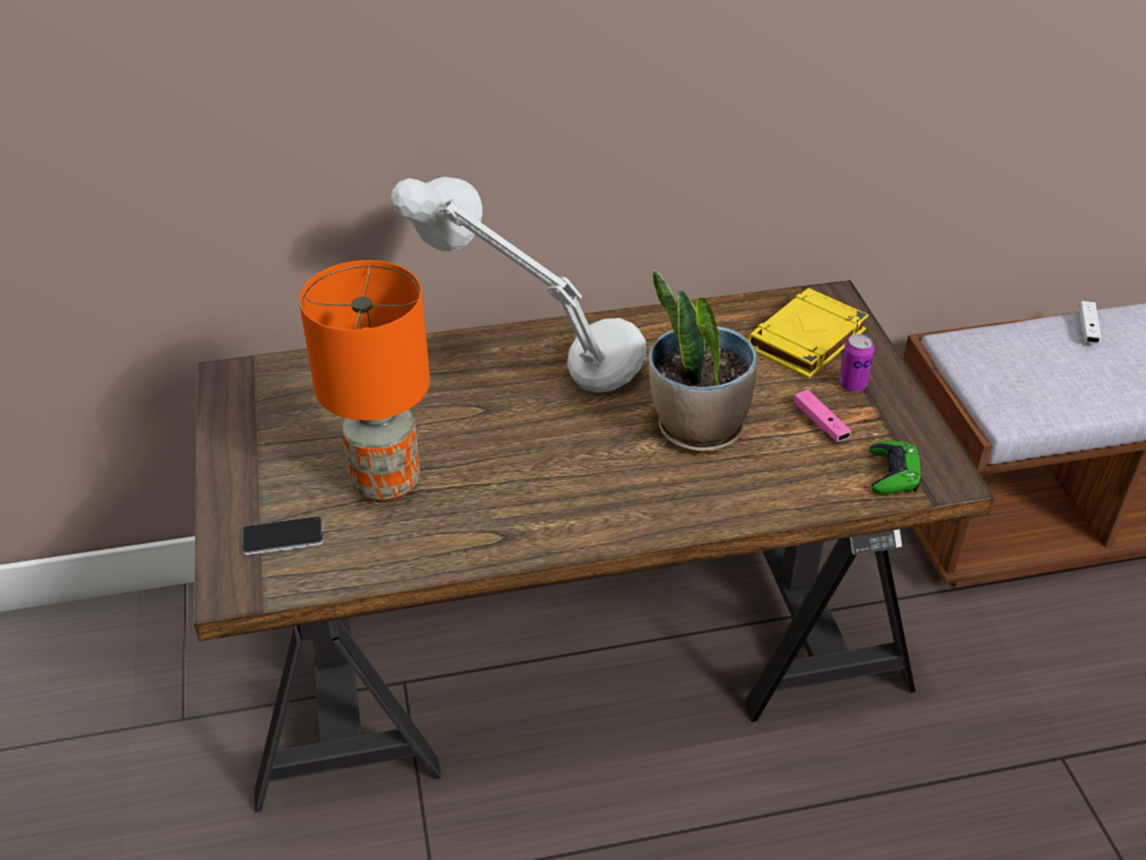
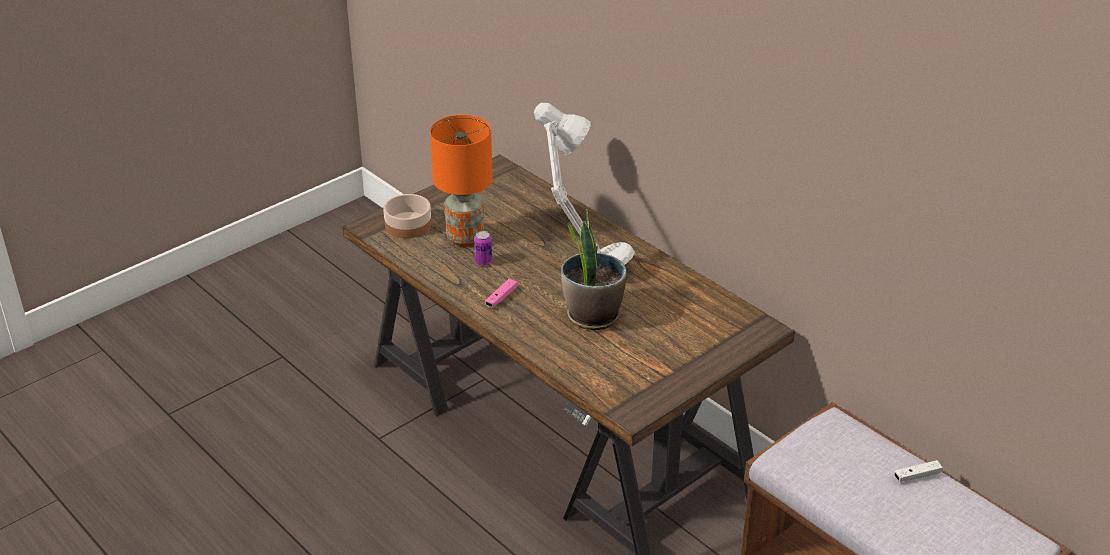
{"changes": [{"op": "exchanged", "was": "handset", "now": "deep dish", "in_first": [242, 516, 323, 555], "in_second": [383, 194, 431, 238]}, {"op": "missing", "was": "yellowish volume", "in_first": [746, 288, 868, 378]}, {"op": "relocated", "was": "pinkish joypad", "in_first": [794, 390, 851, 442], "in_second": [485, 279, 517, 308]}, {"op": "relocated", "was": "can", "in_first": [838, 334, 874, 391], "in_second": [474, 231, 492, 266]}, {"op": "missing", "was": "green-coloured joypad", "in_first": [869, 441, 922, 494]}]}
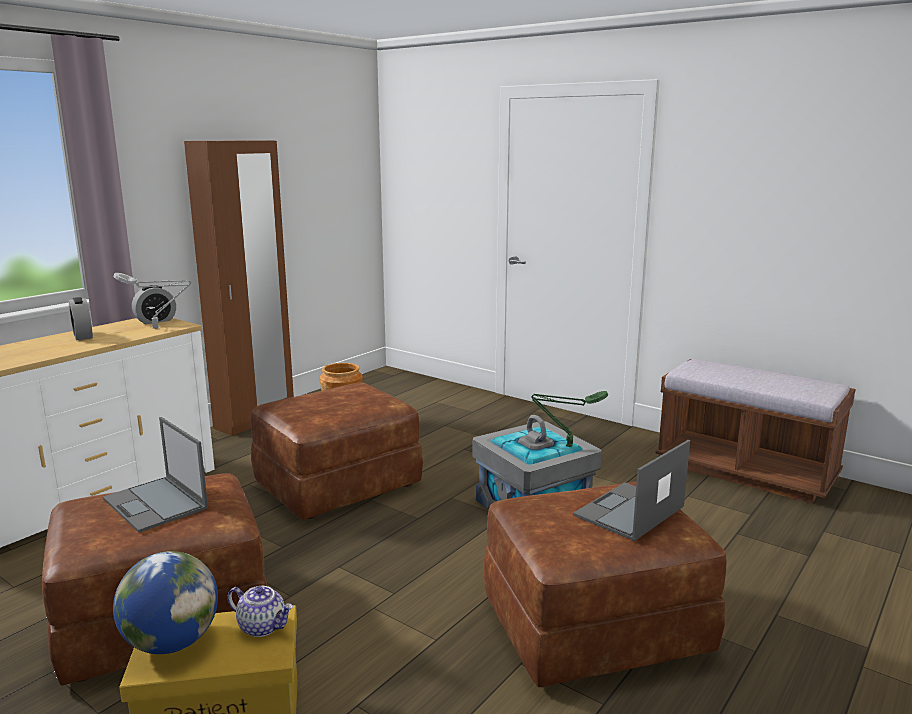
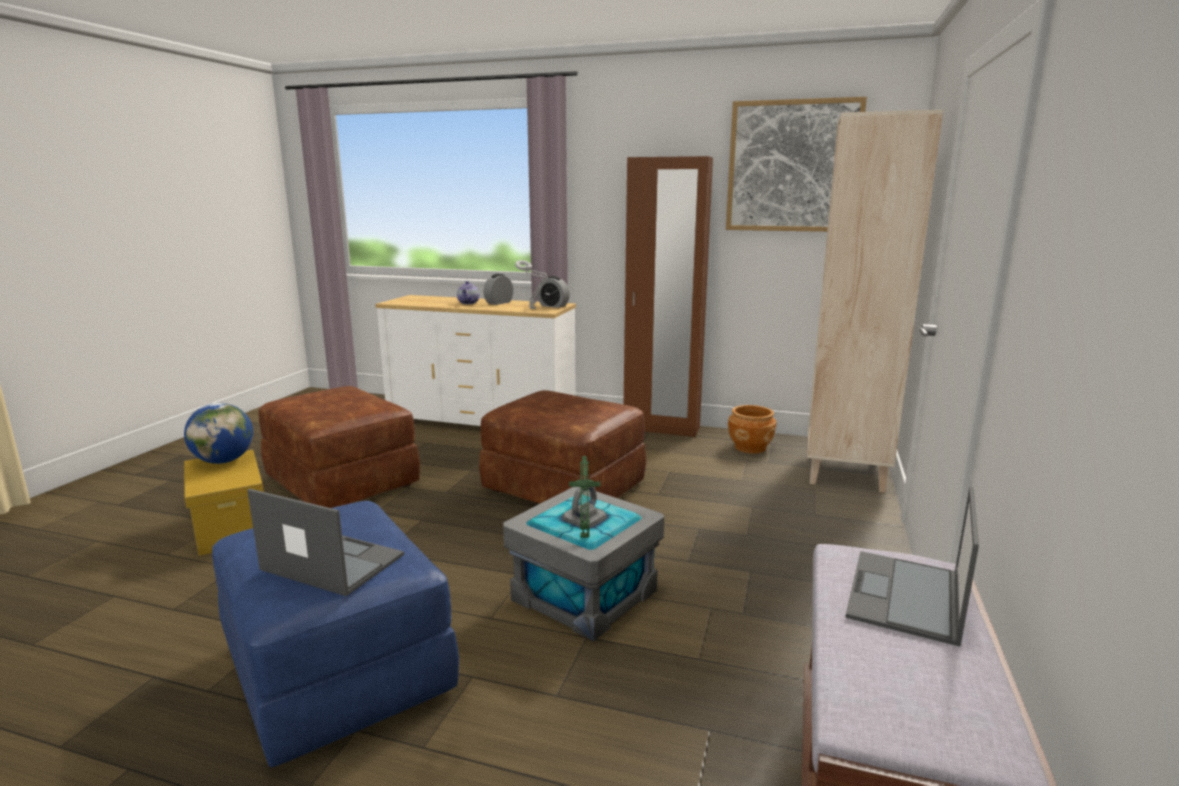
{"changes": [{"op": "relocated", "was": "notebook computer", "in_first": [103, 417, 208, 533], "in_second": [845, 486, 979, 647]}, {"op": "relocated", "was": "tea pot", "in_first": [227, 586, 293, 637], "in_second": [457, 281, 480, 304]}, {"op": "colour", "was": "brown-coloured ottoman", "now": "blue ottoman", "in_first": [483, 482, 726, 687], "in_second": [212, 501, 459, 767]}, {"op": "appeared", "now": "wall picture", "in_second": [726, 97, 867, 232]}, {"op": "appeared", "now": "sand-coloured shelving unit", "in_second": [808, 110, 943, 493]}]}
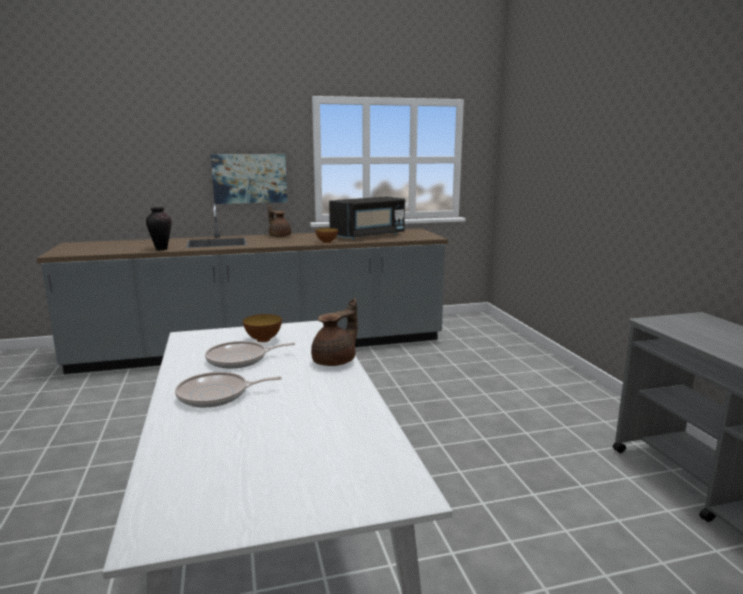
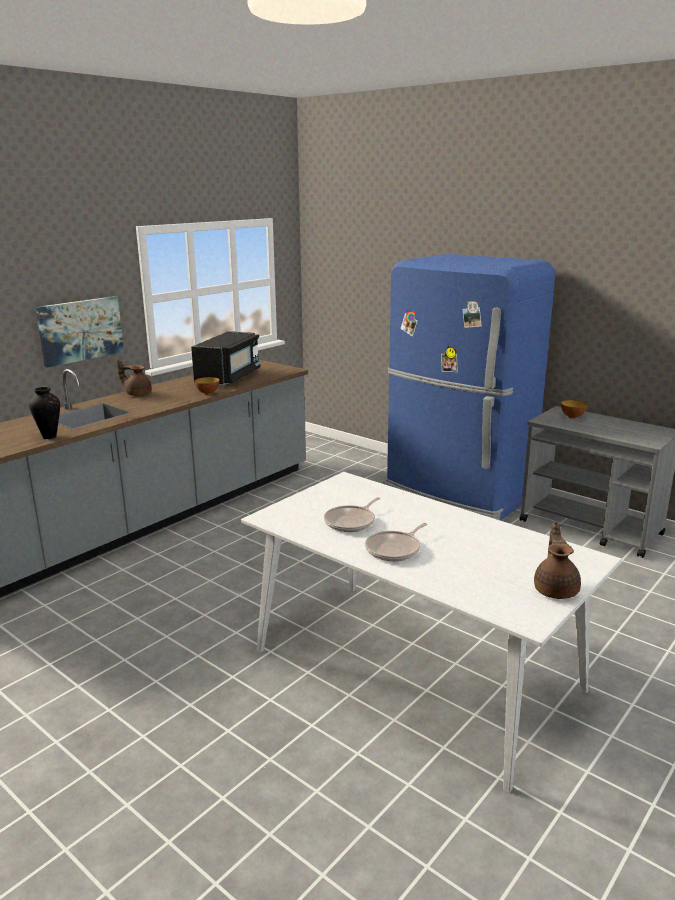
{"changes": [{"op": "relocated", "was": "deep dish", "in_first": [243, 314, 282, 342], "in_second": [561, 400, 588, 419]}, {"op": "relocated", "was": "brown-coloured tea pot", "in_first": [311, 298, 358, 366], "in_second": [534, 521, 581, 599]}, {"op": "appeared", "now": "blue fridge", "in_second": [383, 254, 555, 520]}]}
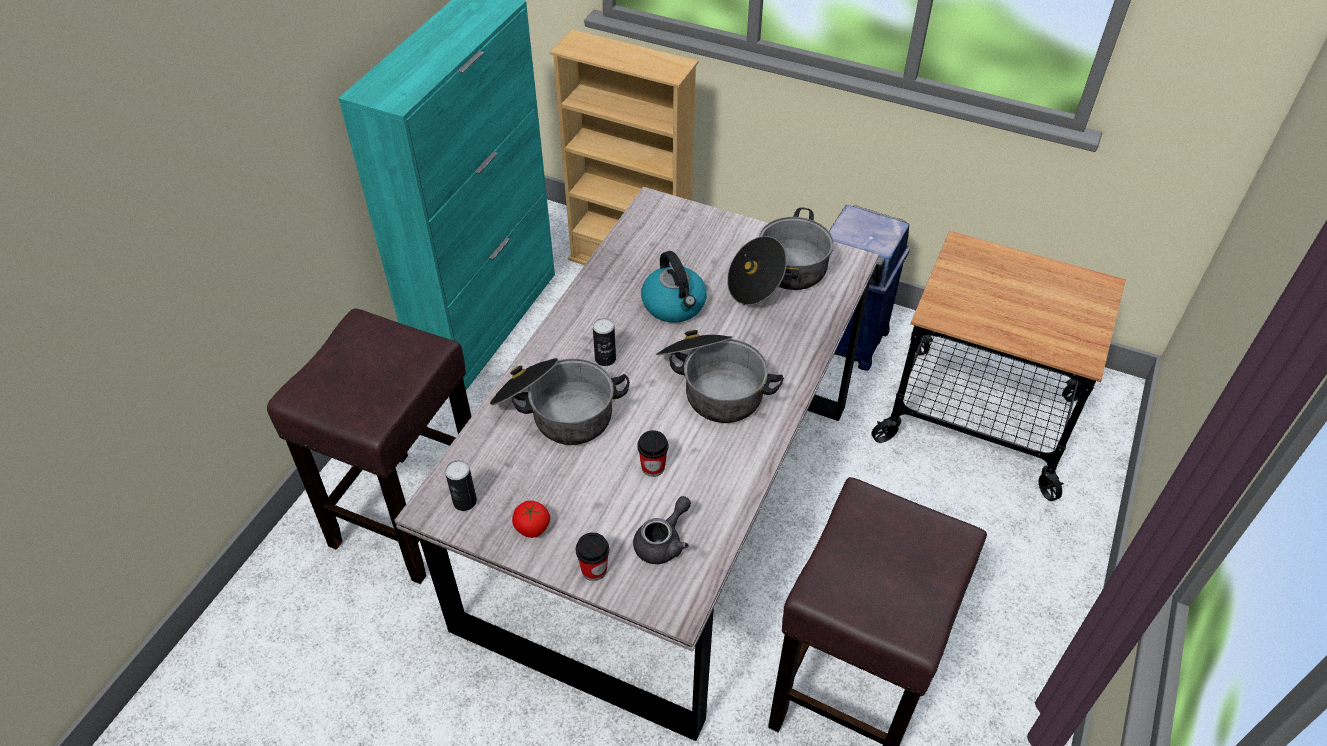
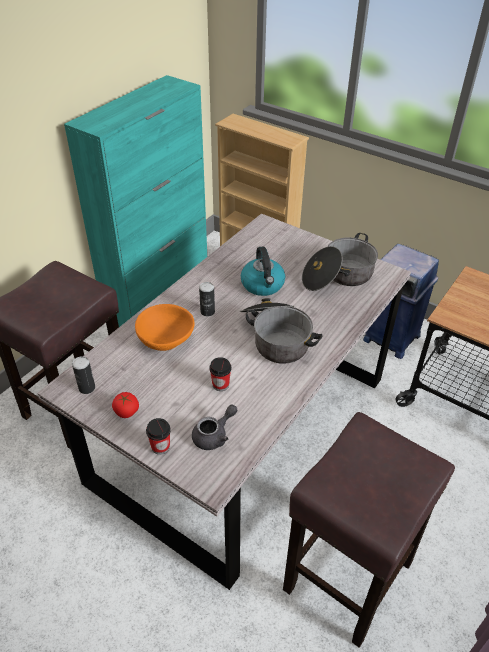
{"changes": [{"op": "exchanged", "was": "saucepot", "now": "orangey deep dish", "in_first": [490, 358, 630, 445], "in_second": [135, 304, 195, 351]}]}
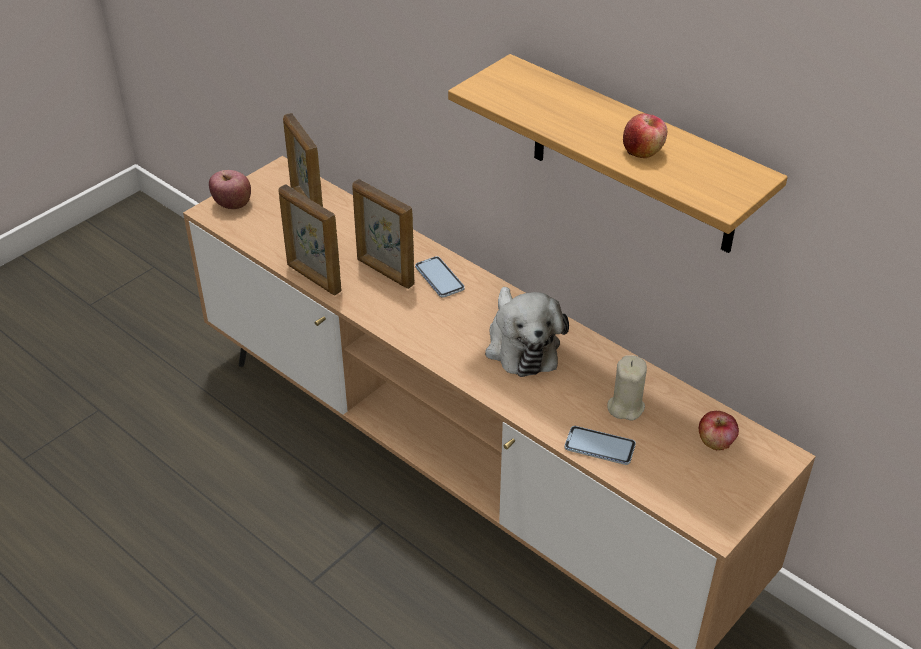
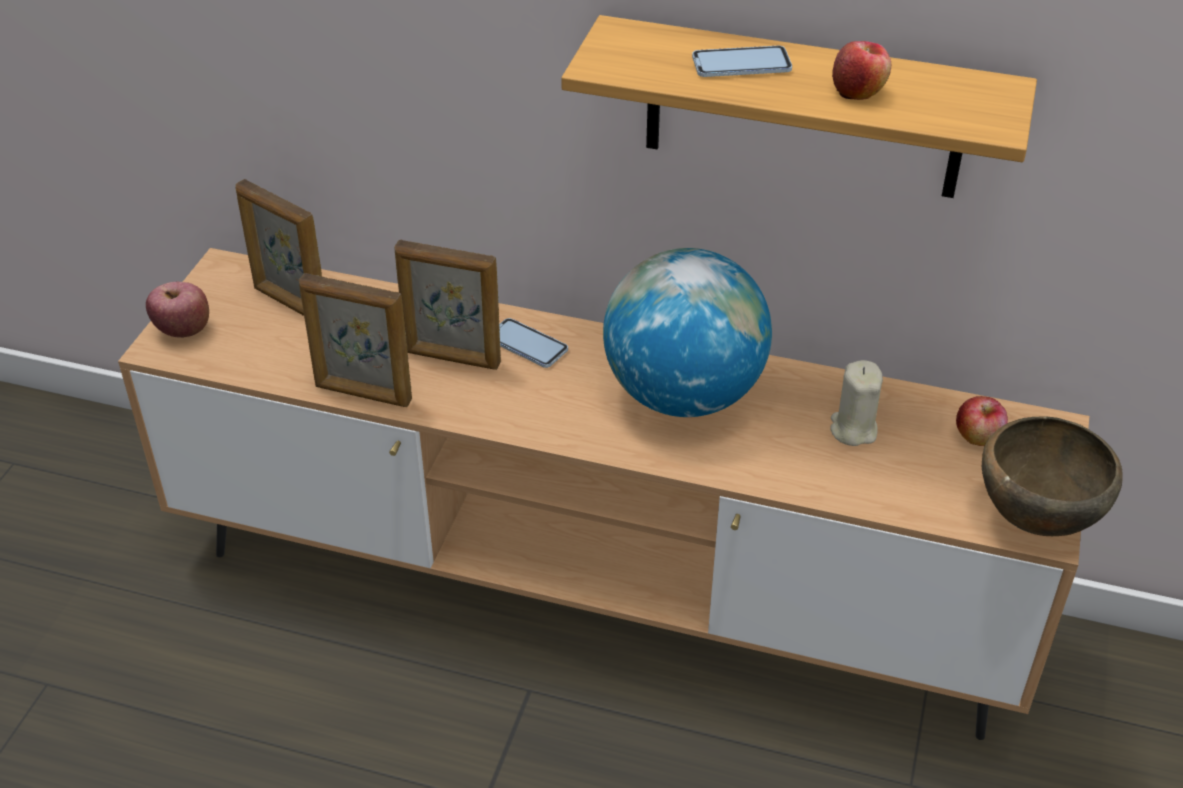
{"changes": [{"op": "exchanged", "was": "soft toy", "now": "world globe", "in_first": [485, 287, 569, 377], "in_second": [603, 248, 772, 417]}, {"op": "relocated", "was": "handset", "in_first": [564, 426, 636, 465], "in_second": [692, 46, 792, 77]}, {"op": "appeared", "now": "brown-coloured deep dish", "in_second": [982, 416, 1123, 536]}]}
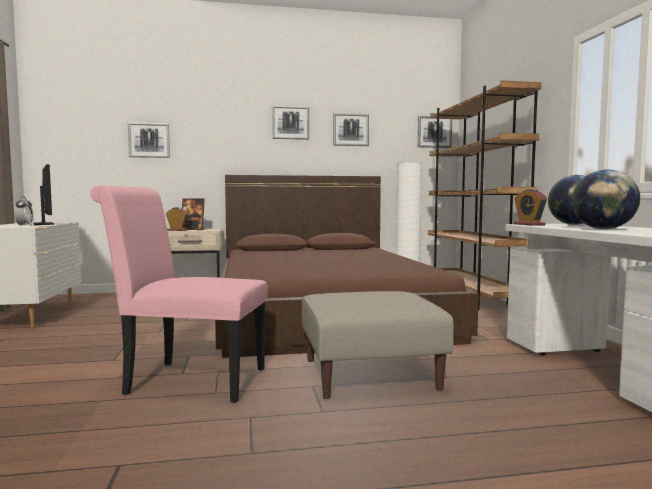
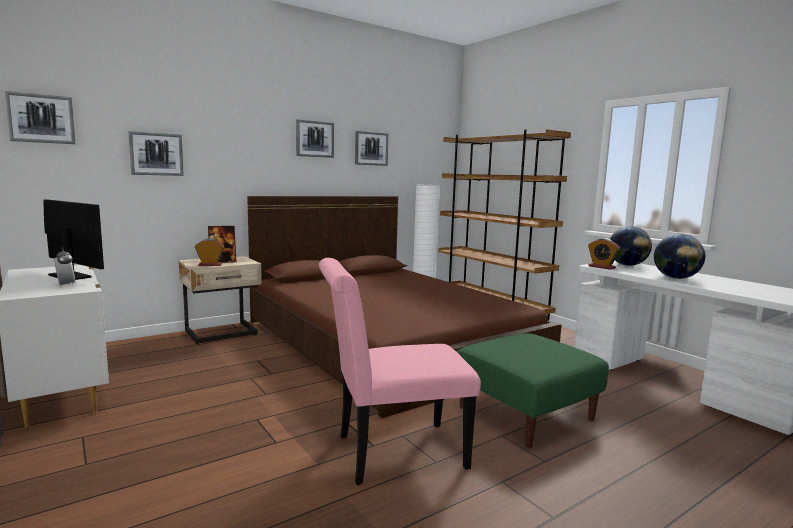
{"changes": [{"op": "colour", "was": "sand-coloured ottoman", "now": "green-coloured ottoman", "in_first": [302, 291, 454, 399], "in_second": [457, 333, 609, 448]}, {"op": "relocated", "was": "wall picture", "in_first": [418, 116, 452, 148], "in_second": [5, 91, 75, 144]}]}
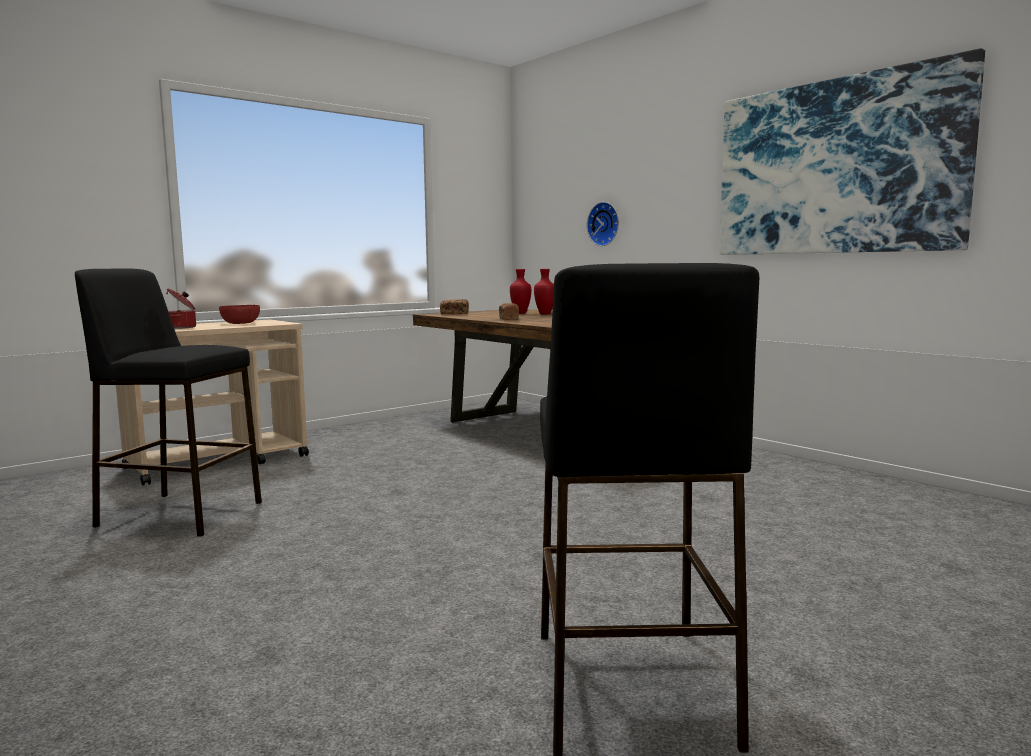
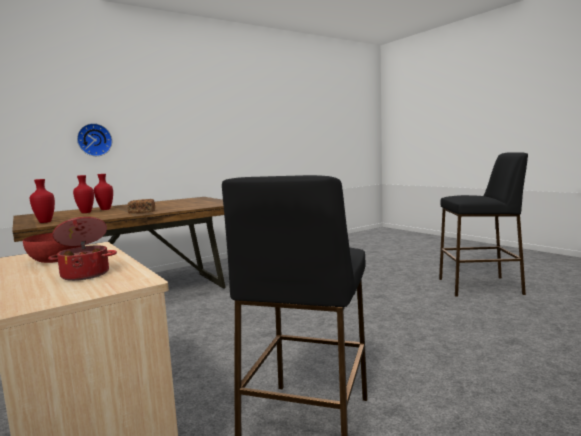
{"changes": [{"op": "exchanged", "was": "bread", "now": "reddish flower vase", "in_first": [440, 299, 469, 314], "in_second": [30, 179, 55, 223]}, {"op": "missing", "was": "wall picture", "in_first": [720, 48, 985, 255]}]}
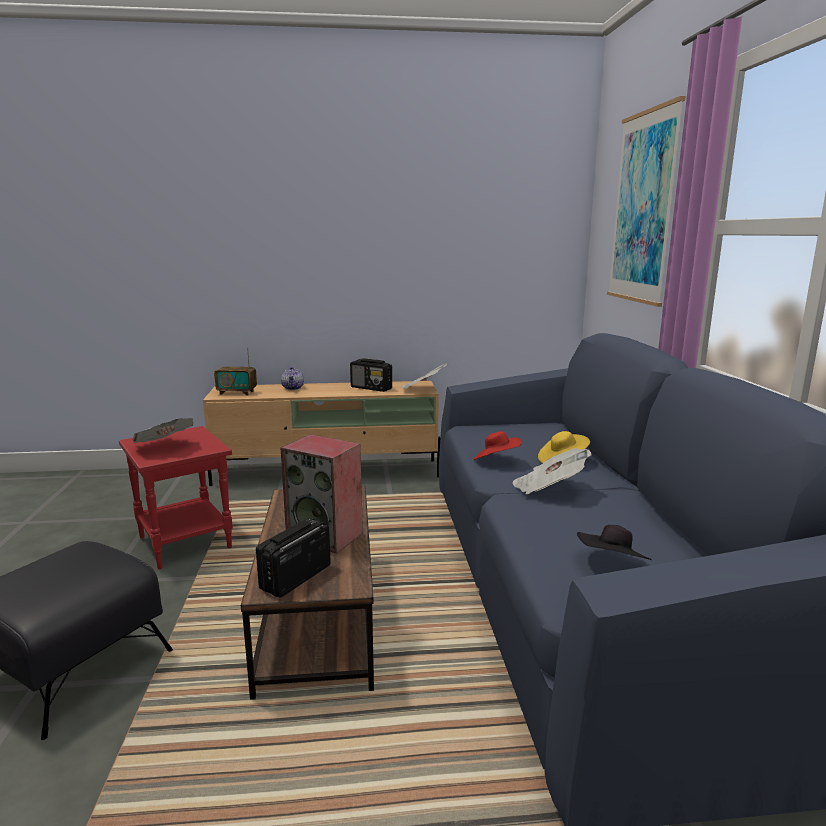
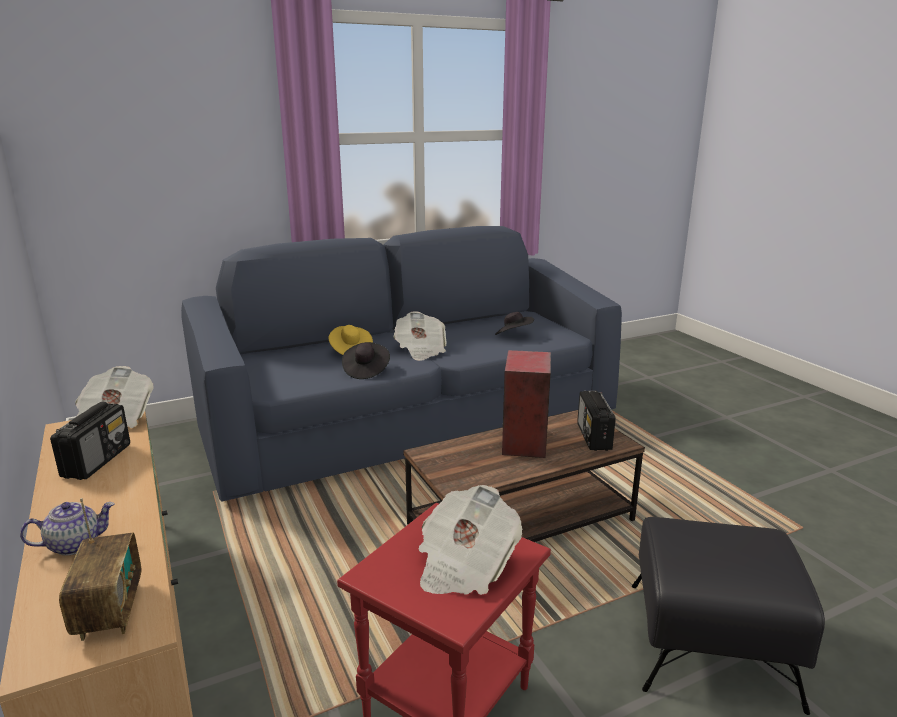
{"changes": [{"op": "spun", "was": "radio set", "in_first": [256, 518, 331, 598], "in_second": [577, 391, 616, 451], "clockwise": 75}, {"op": "colour", "was": "reddish clothing hat", "now": "black-coloured clothing hat", "in_first": [474, 432, 522, 460], "in_second": [342, 342, 390, 379]}, {"op": "missing", "was": "wall picture", "in_first": [607, 96, 686, 307]}]}
